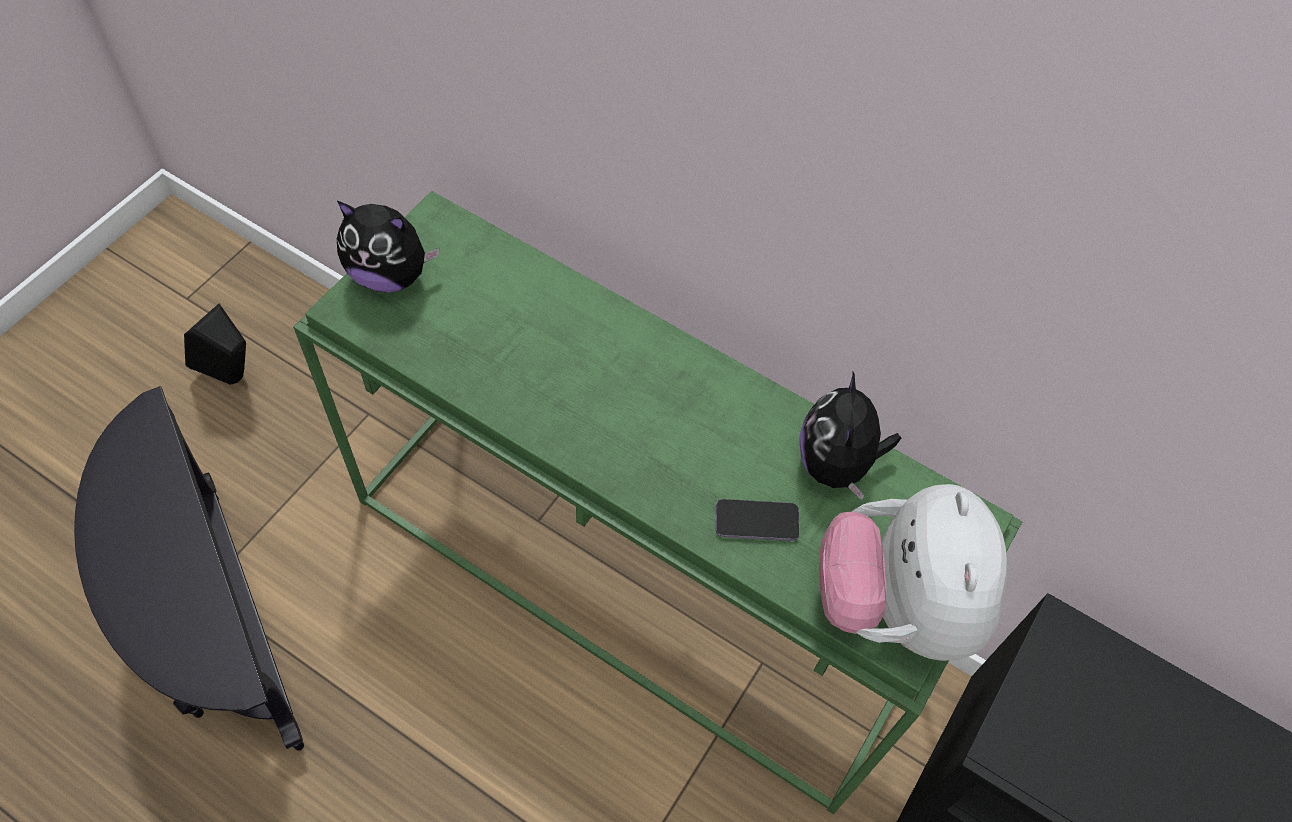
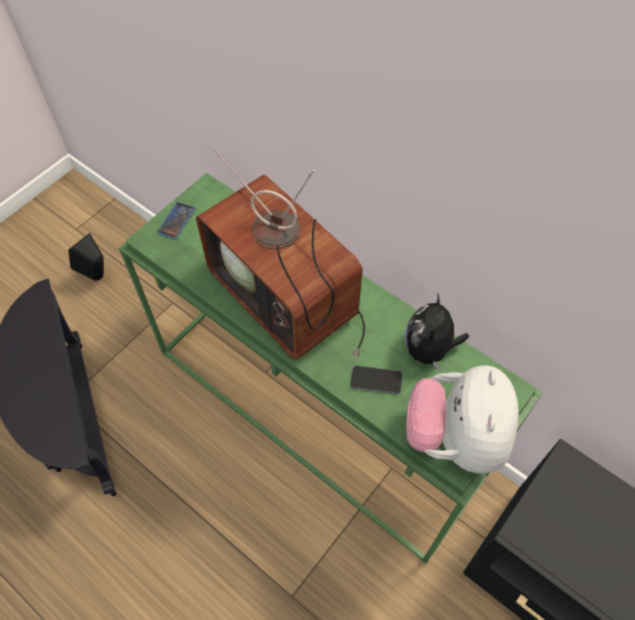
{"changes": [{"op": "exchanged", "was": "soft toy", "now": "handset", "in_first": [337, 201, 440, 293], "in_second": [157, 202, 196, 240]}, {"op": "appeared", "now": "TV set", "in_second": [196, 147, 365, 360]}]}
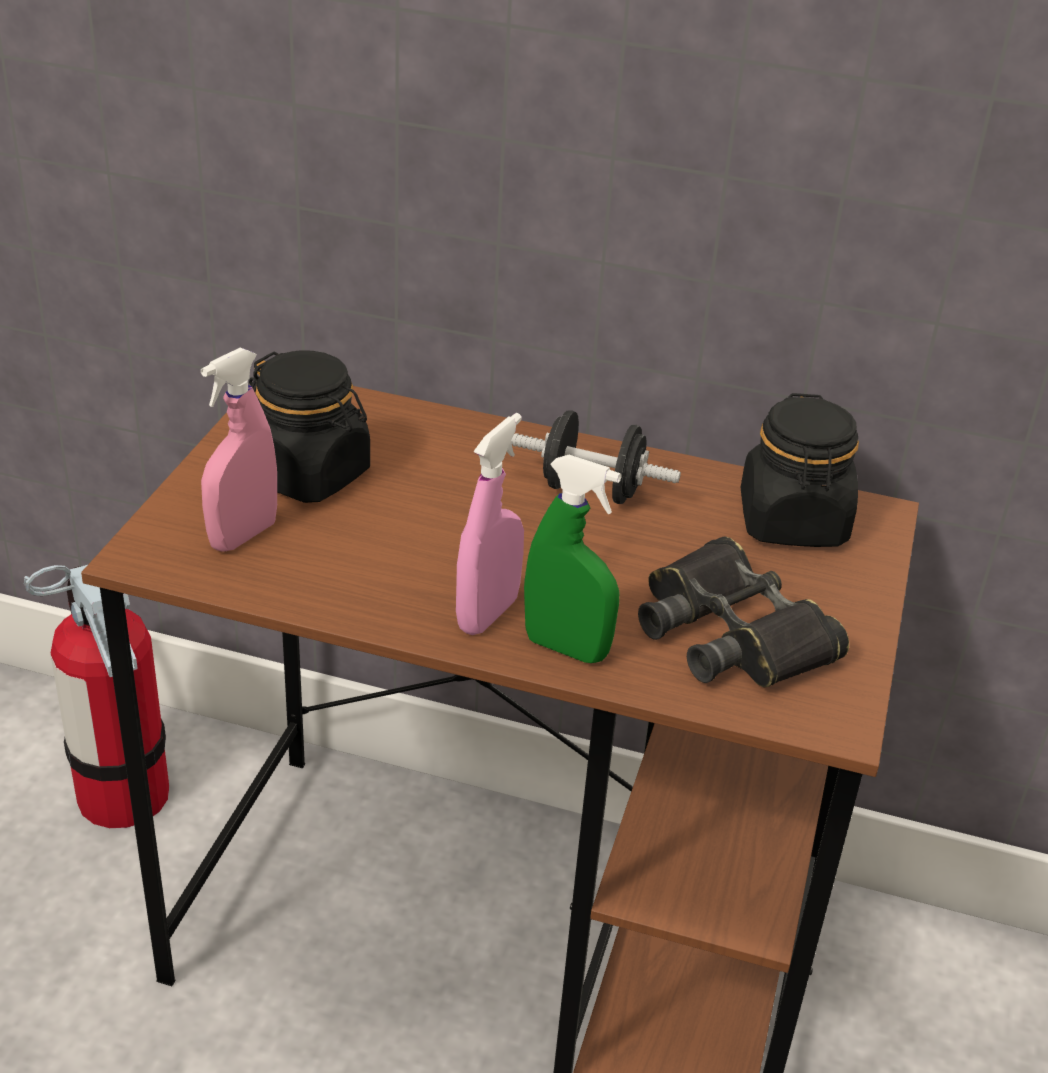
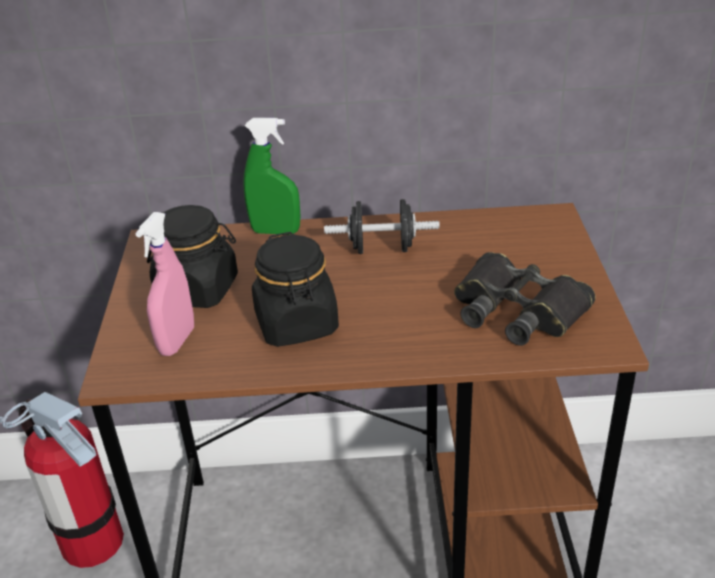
{"changes": [{"op": "missing", "was": "pinkish sprayer", "in_first": [456, 413, 524, 635]}, {"op": "relocated", "was": "green-coloured sprayer", "in_first": [524, 455, 621, 663], "in_second": [243, 118, 300, 235]}, {"op": "relocated", "was": "black-coloured preserve jar", "in_first": [741, 393, 859, 547], "in_second": [252, 232, 339, 347]}]}
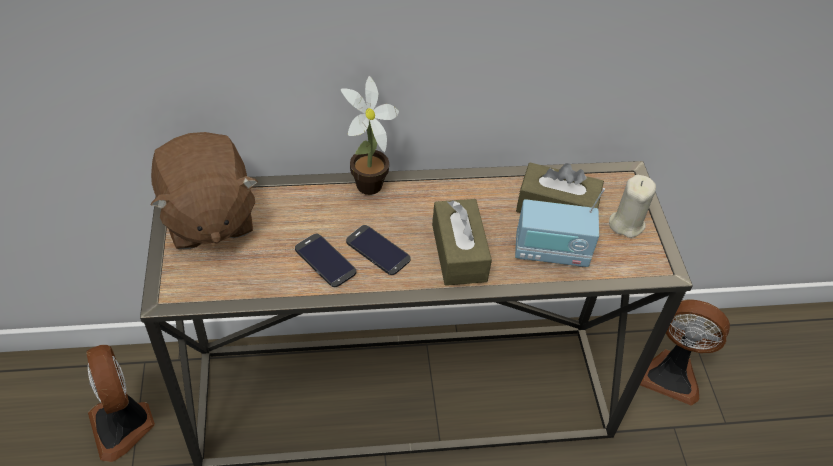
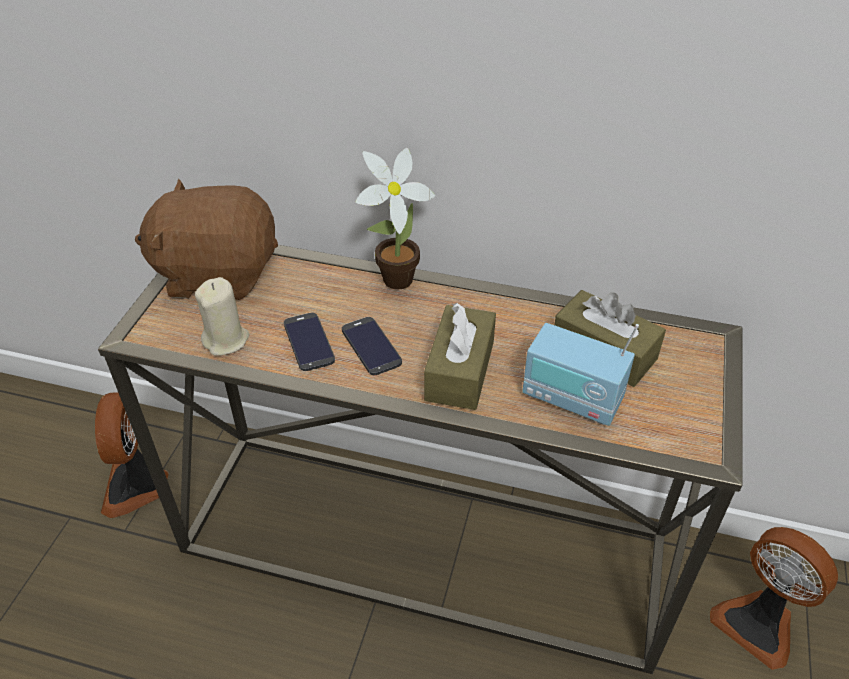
{"changes": [{"op": "spun", "was": "brown-coloured soft toy", "in_first": [151, 132, 258, 250], "in_second": [135, 179, 278, 300], "clockwise": 90}, {"op": "relocated", "was": "sand-coloured wax candle", "in_first": [609, 175, 656, 238], "in_second": [195, 277, 249, 356]}]}
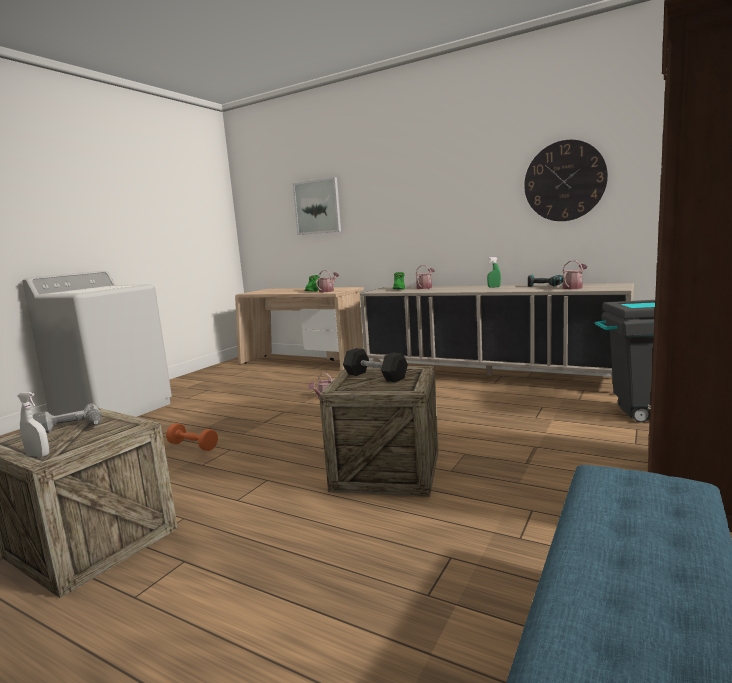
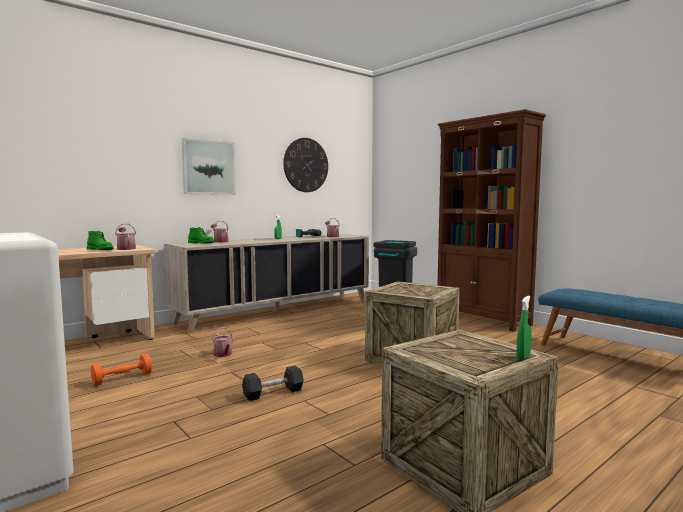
{"changes": [{"op": "colour", "was": "white sprayer", "now": "green-coloured sprayer", "in_first": [17, 392, 49, 457], "in_second": [516, 296, 532, 360]}, {"op": "missing", "was": "power drill", "in_first": [33, 403, 101, 433]}, {"op": "relocated", "was": "orangey free weight", "in_first": [166, 423, 218, 451], "in_second": [91, 354, 152, 386]}, {"op": "relocated", "was": "wall picture", "in_first": [292, 177, 341, 235], "in_second": [182, 138, 236, 195]}, {"op": "relocated", "was": "grey free weight", "in_first": [343, 348, 408, 382], "in_second": [242, 366, 304, 401]}]}
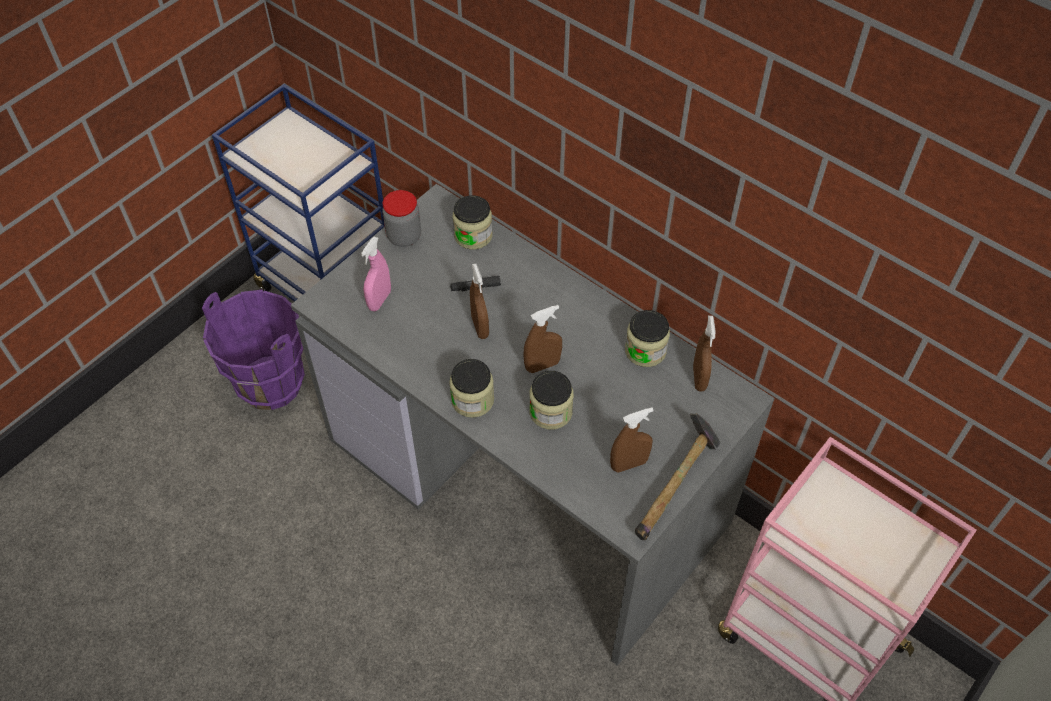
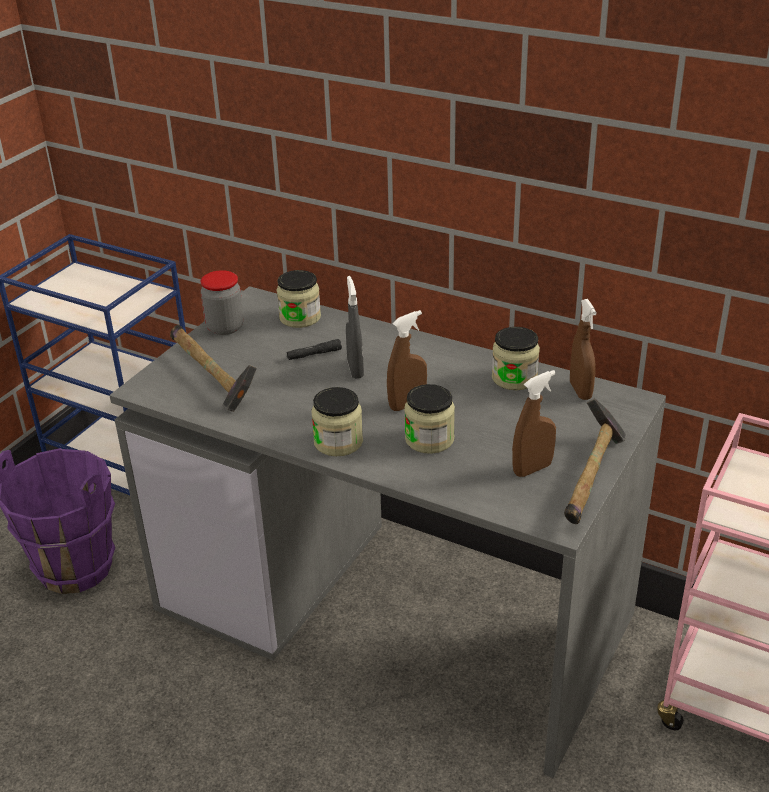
{"changes": [{"op": "exchanged", "was": "pinkish sprayer", "now": "hammer", "in_first": [361, 237, 391, 311], "in_second": [170, 325, 257, 412]}, {"op": "missing", "was": "brown-coloured sprayer", "in_first": [470, 264, 489, 339]}, {"op": "appeared", "now": "grey sprayer", "in_second": [346, 276, 364, 379]}]}
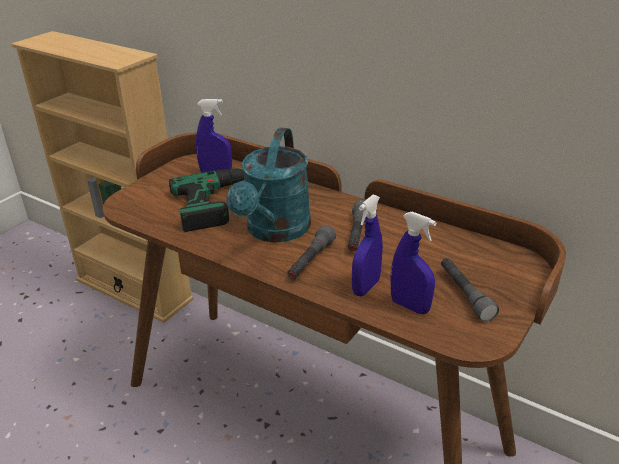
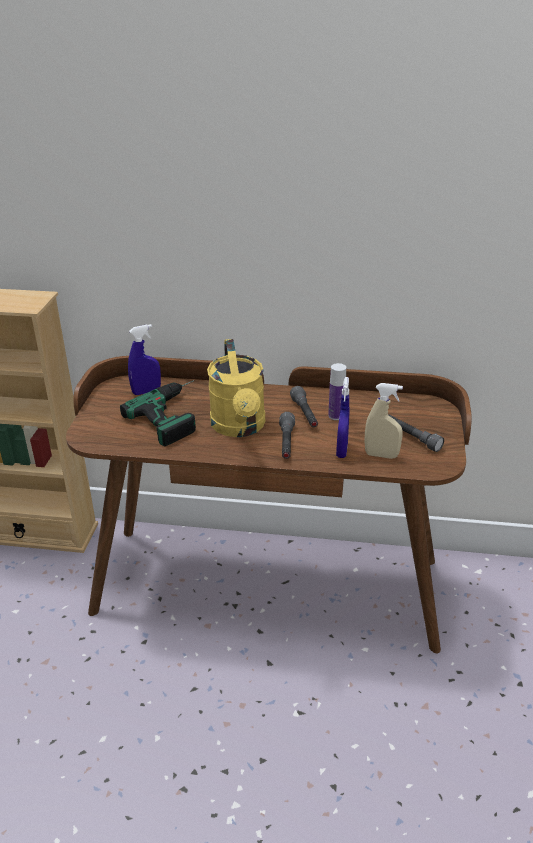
{"changes": [{"op": "colour", "was": "turquoise sprinkling can", "now": "yellowish sprinkling can", "in_first": [226, 127, 311, 243], "in_second": [207, 339, 265, 437]}, {"op": "colour", "was": "blue sprayer", "now": "sand-coloured sprayer", "in_first": [390, 212, 436, 314], "in_second": [364, 383, 403, 459]}, {"op": "appeared", "now": "drink bottle", "in_second": [328, 363, 346, 420]}]}
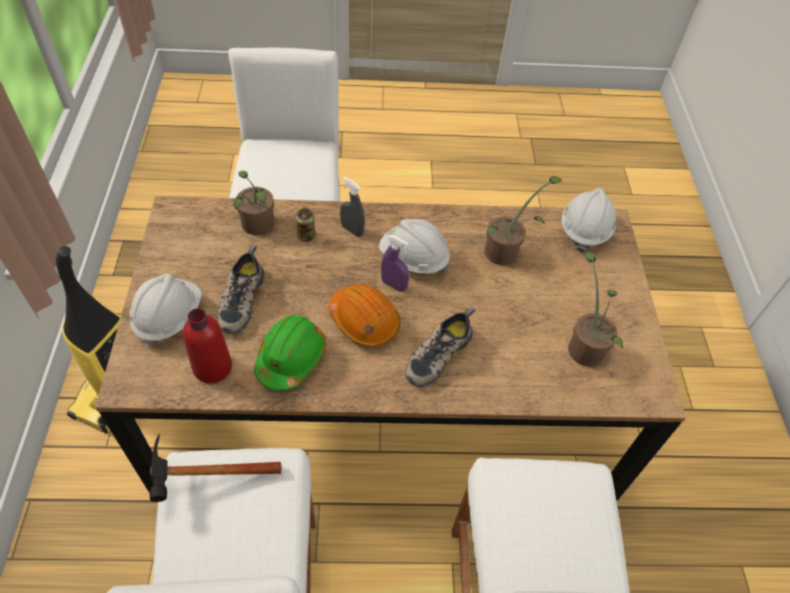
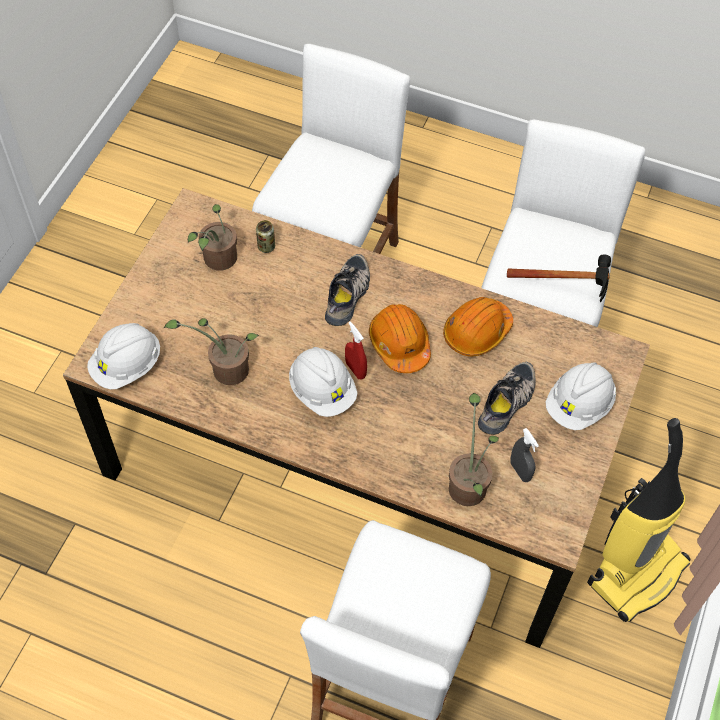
{"changes": [{"op": "missing", "was": "reddish drink bottle", "in_first": [183, 309, 232, 384]}, {"op": "colour", "was": "green-coloured work helmet", "now": "orangey work helmet", "in_first": [254, 315, 326, 391], "in_second": [443, 297, 513, 357]}, {"op": "relocated", "was": "can", "in_first": [296, 208, 315, 242], "in_second": [256, 220, 275, 253]}, {"op": "relocated", "was": "grey sprayer", "in_first": [340, 176, 365, 237], "in_second": [510, 428, 539, 482]}, {"op": "colour", "was": "purplish sprayer", "now": "reddish sprayer", "in_first": [381, 235, 409, 292], "in_second": [345, 322, 367, 380]}, {"op": "spun", "was": "item of footwear", "in_first": [405, 307, 475, 387], "in_second": [325, 254, 370, 326], "clockwise": -45}]}
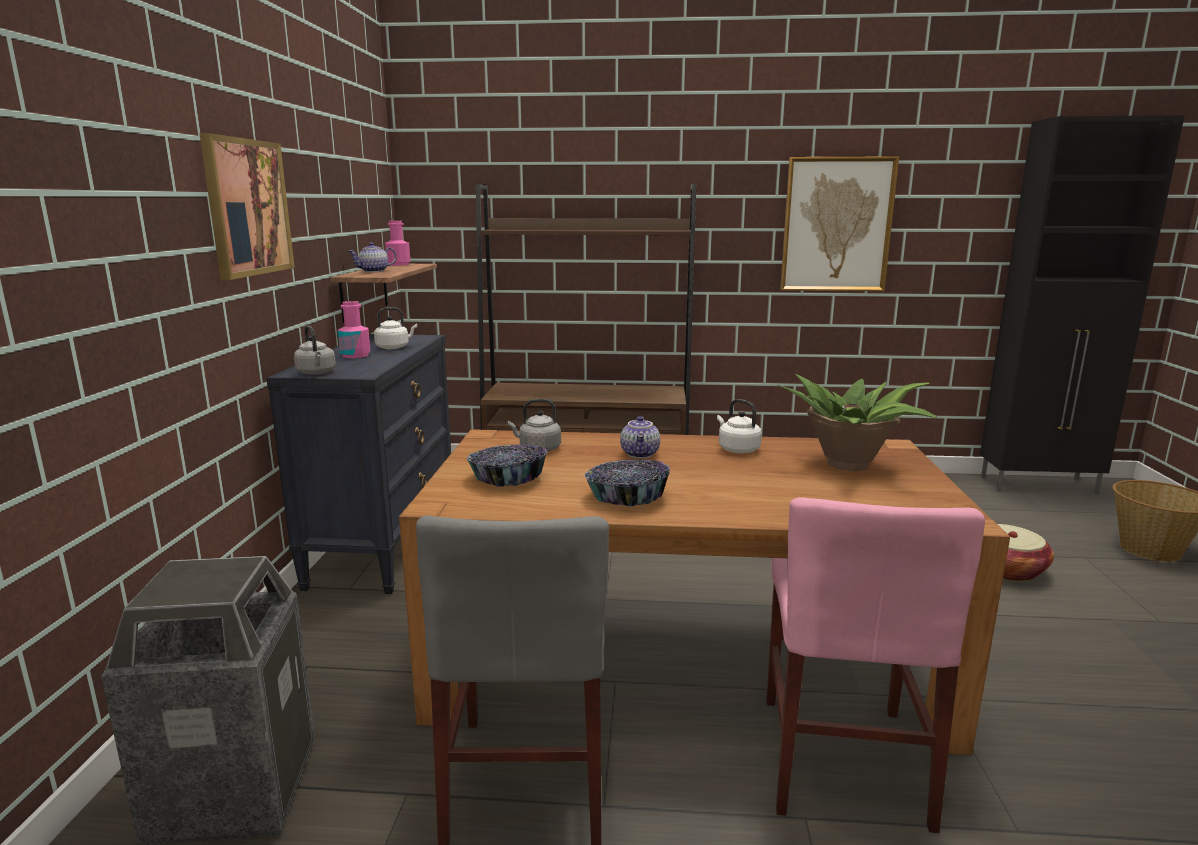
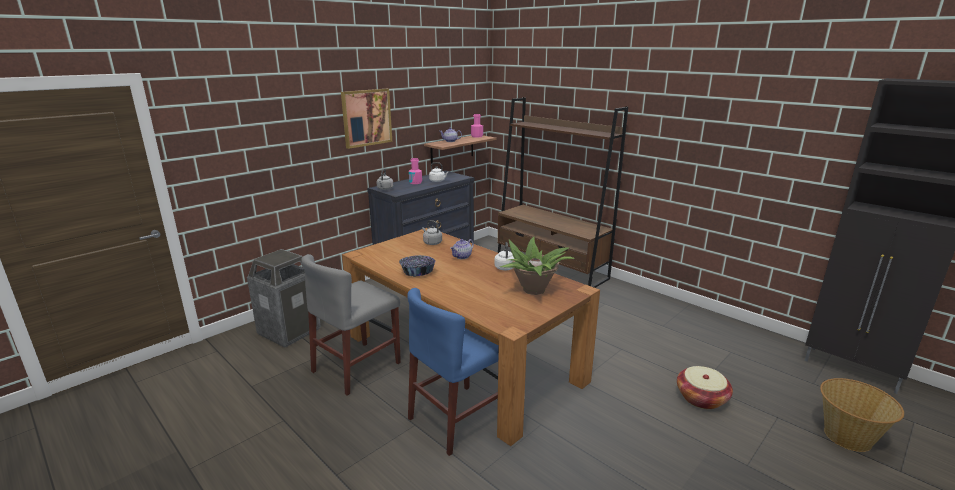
{"changes": [{"op": "missing", "was": "deep dish", "in_first": [466, 444, 548, 487]}, {"op": "colour", "was": "pinkish chair", "now": "blue chair", "in_first": [766, 497, 985, 833], "in_second": [407, 288, 499, 456]}, {"op": "missing", "was": "wall picture", "in_first": [780, 156, 899, 291]}]}
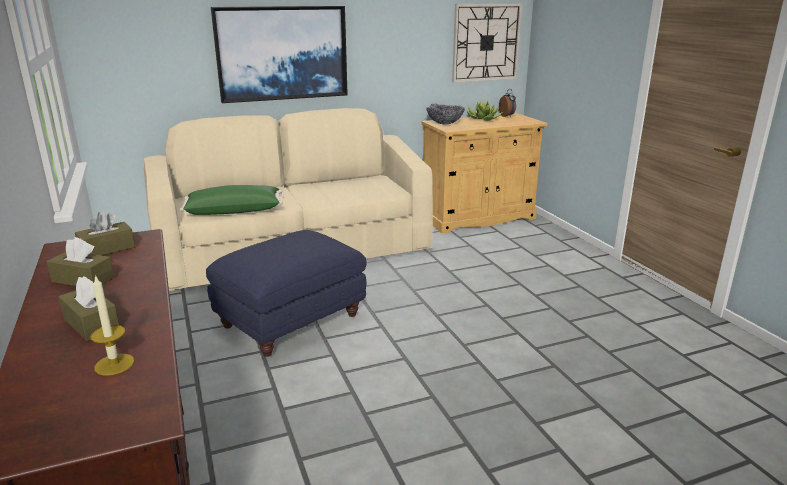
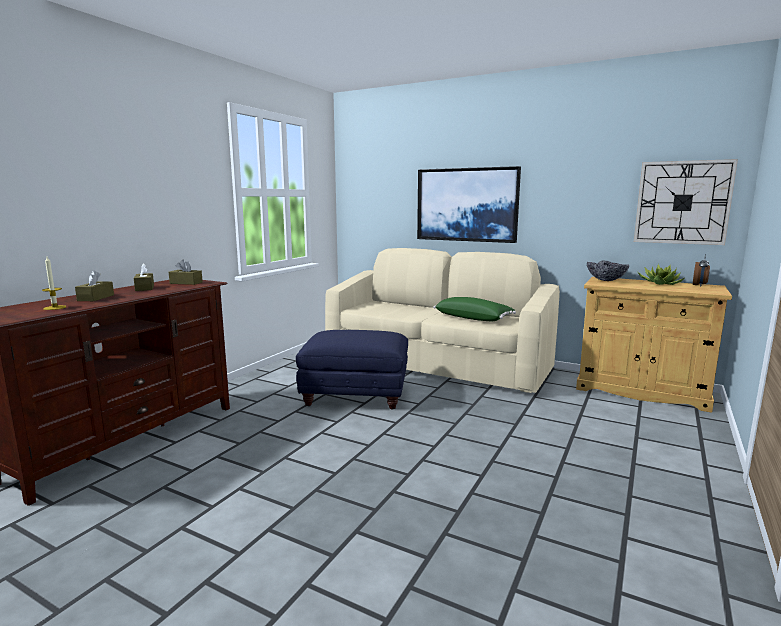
{"changes": [{"op": "relocated", "was": "green-coloured cushion", "in_first": [180, 185, 283, 215], "in_second": [433, 297, 516, 321]}]}
